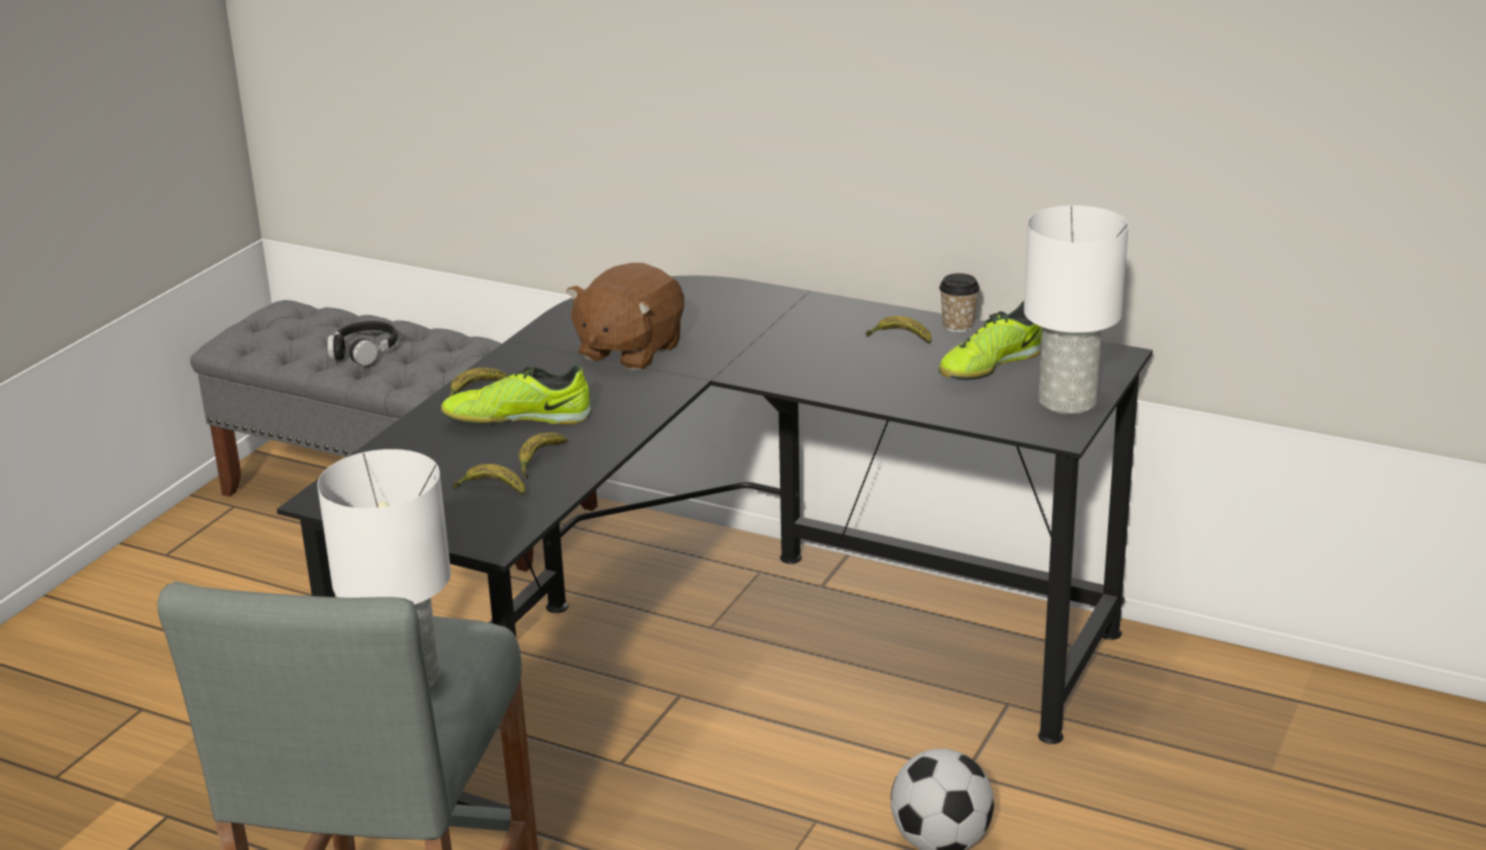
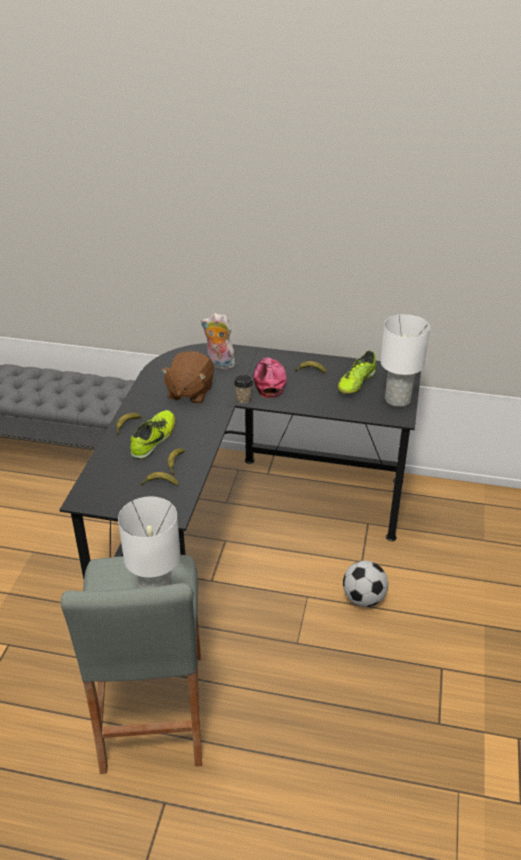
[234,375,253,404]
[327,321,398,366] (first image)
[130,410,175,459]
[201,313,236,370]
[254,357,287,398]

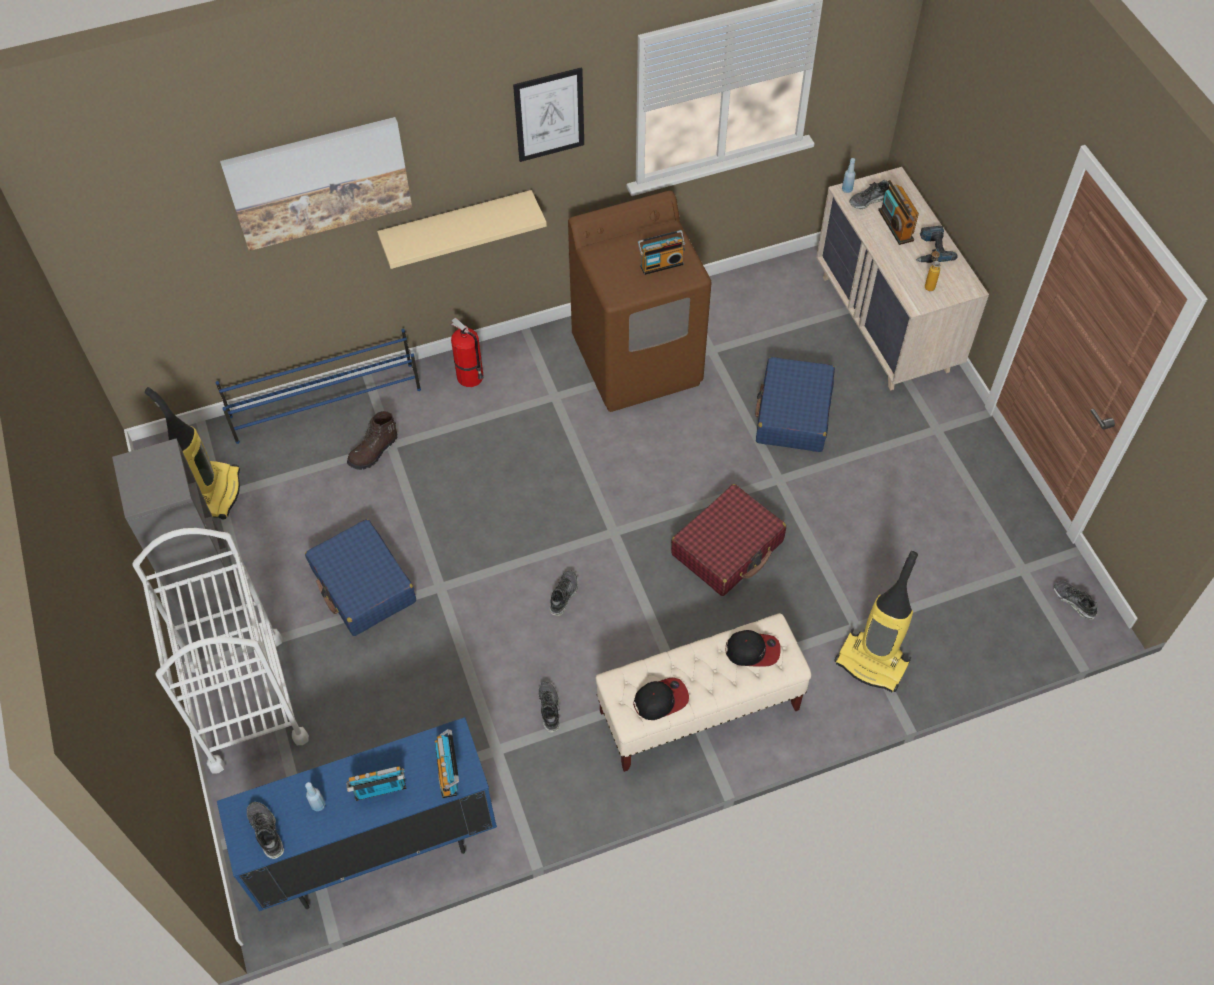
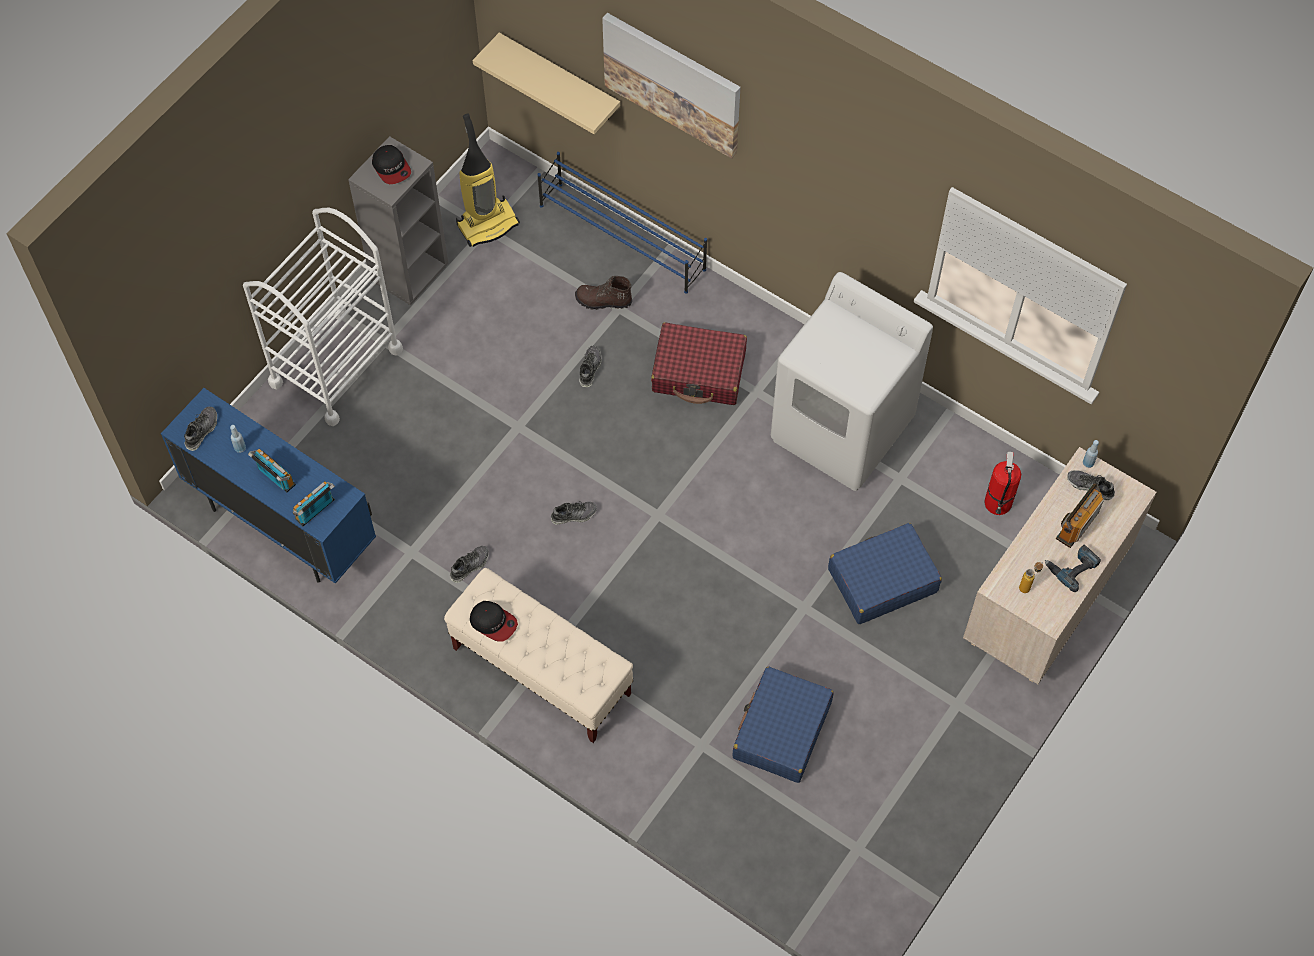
[513,67,584,162] (first image)
[473,33,620,134]
[771,272,933,491]
[638,230,685,275] (first image)
[984,452,1021,515]
[651,322,747,405]
[732,667,834,783]
[834,551,918,692] (first image)
[579,346,602,387]
[372,145,411,184]

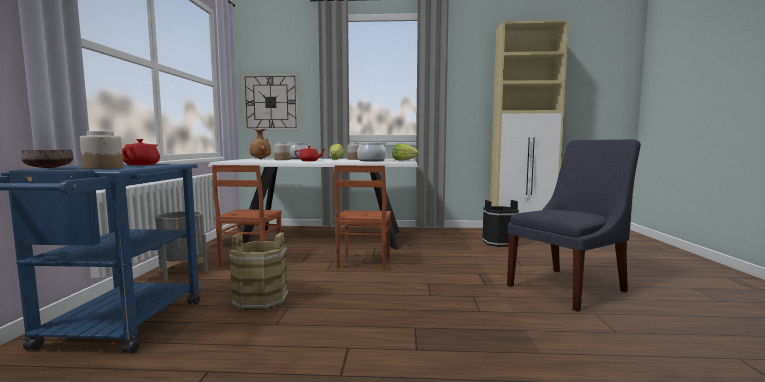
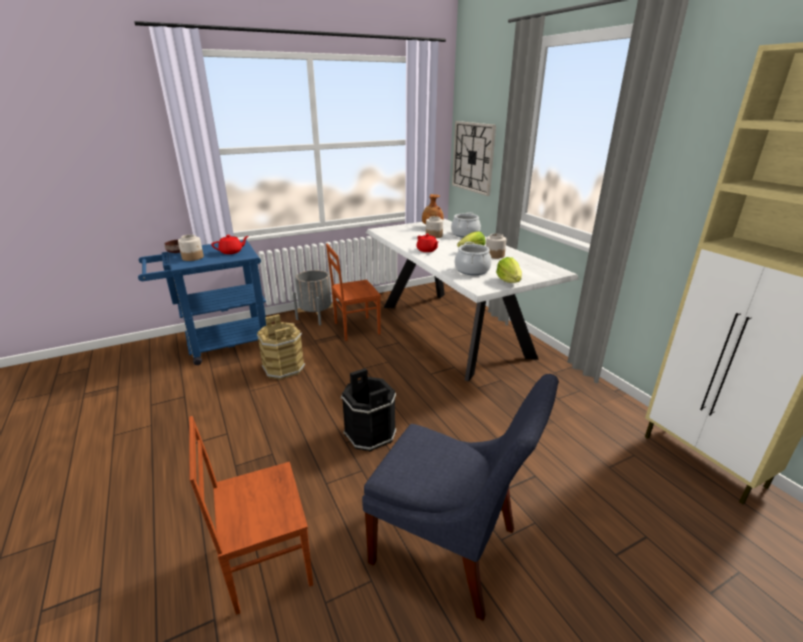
[189,416,313,615]
[341,368,396,452]

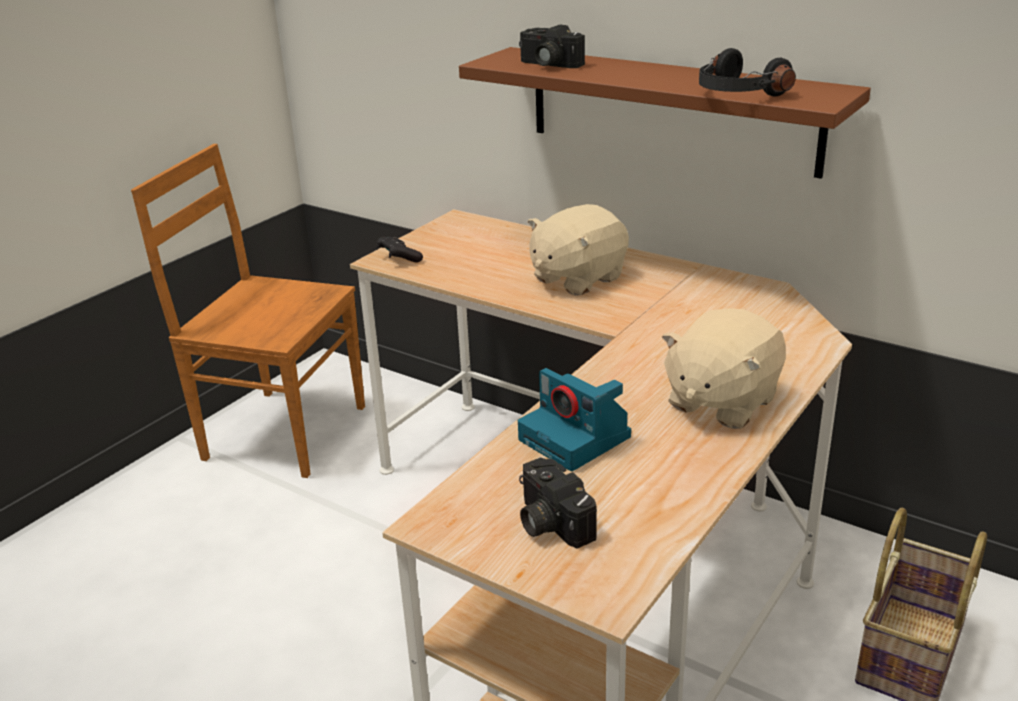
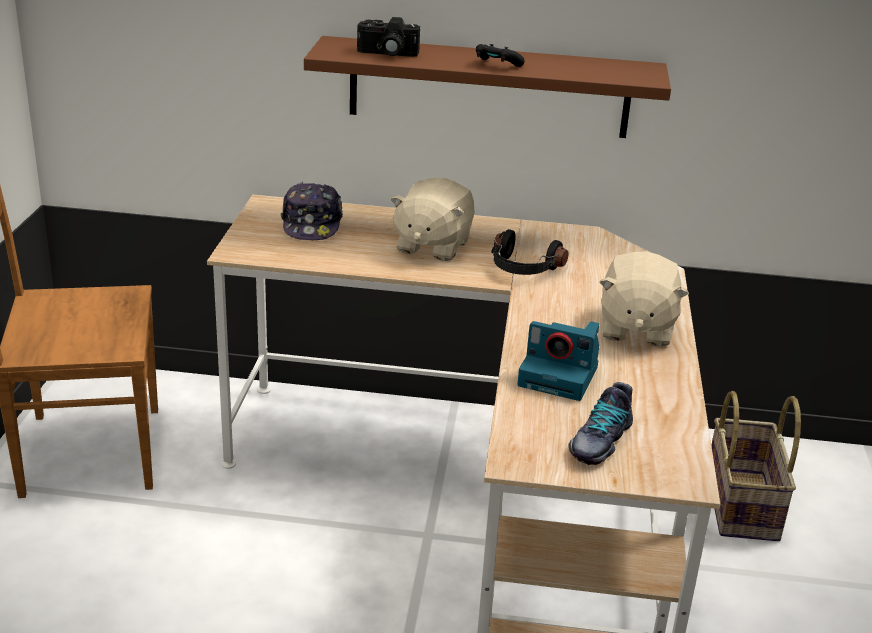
[491,229,569,275]
[476,44,525,67]
[569,382,633,465]
[281,182,343,240]

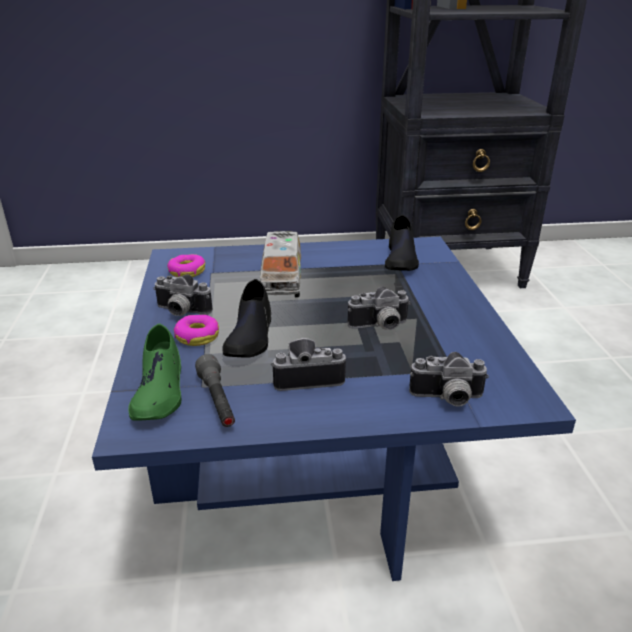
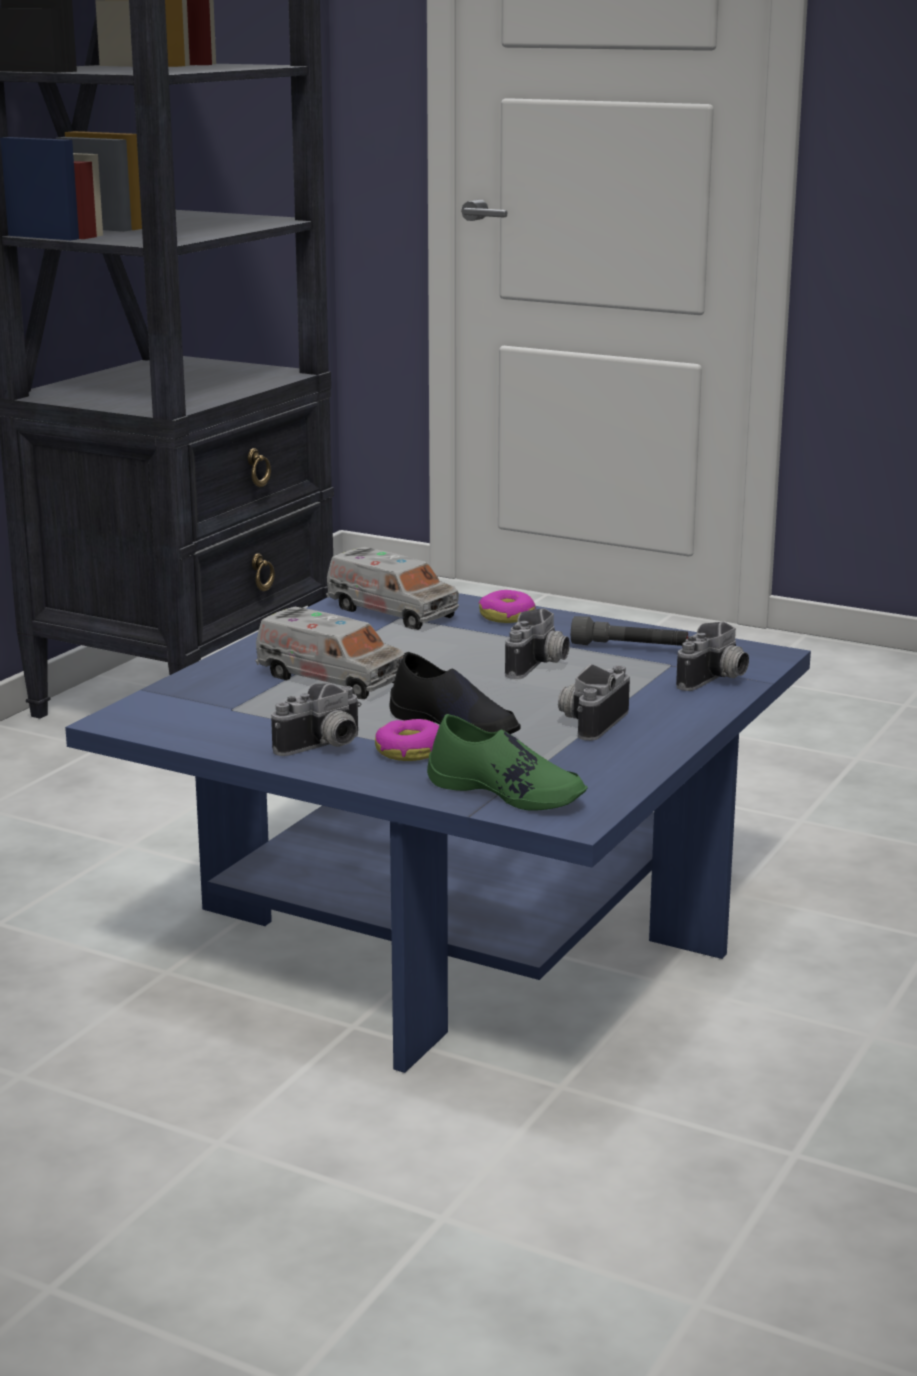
[326,547,459,630]
[478,590,536,623]
[571,616,688,646]

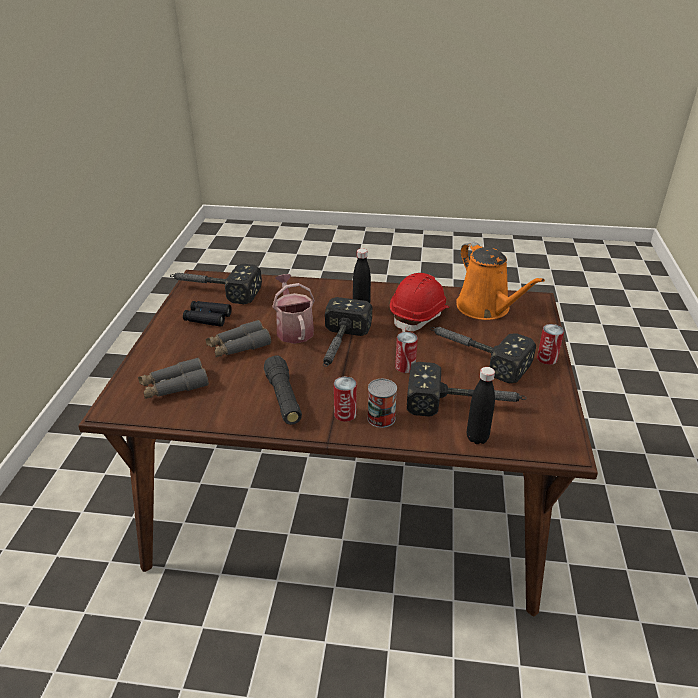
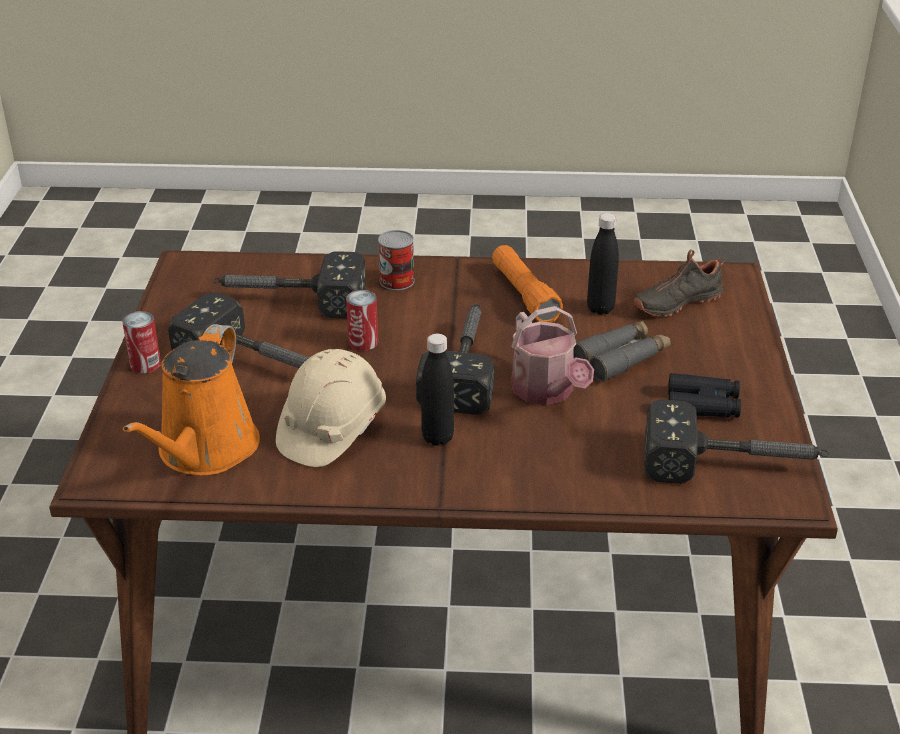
[123,324,260,476]
[276,349,386,467]
[492,245,563,323]
[633,249,725,317]
[587,213,619,315]
[334,377,357,422] (first image)

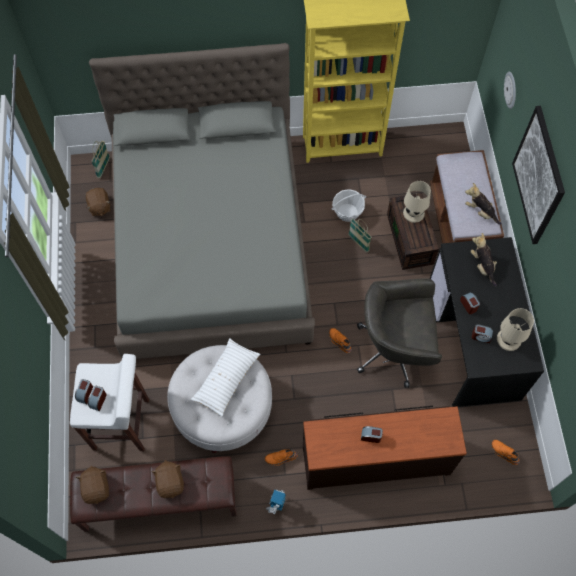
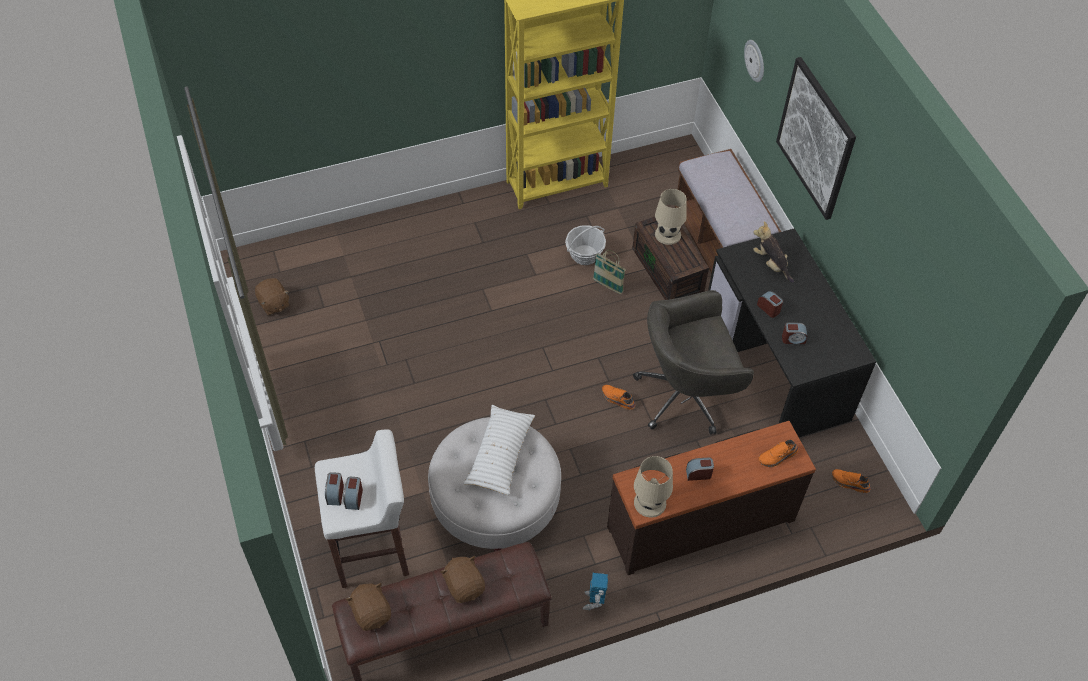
[89,43,315,359] (first image)
[91,141,110,178] (first image)
[465,183,502,225] (first image)
[634,456,673,517]
[758,440,798,467]

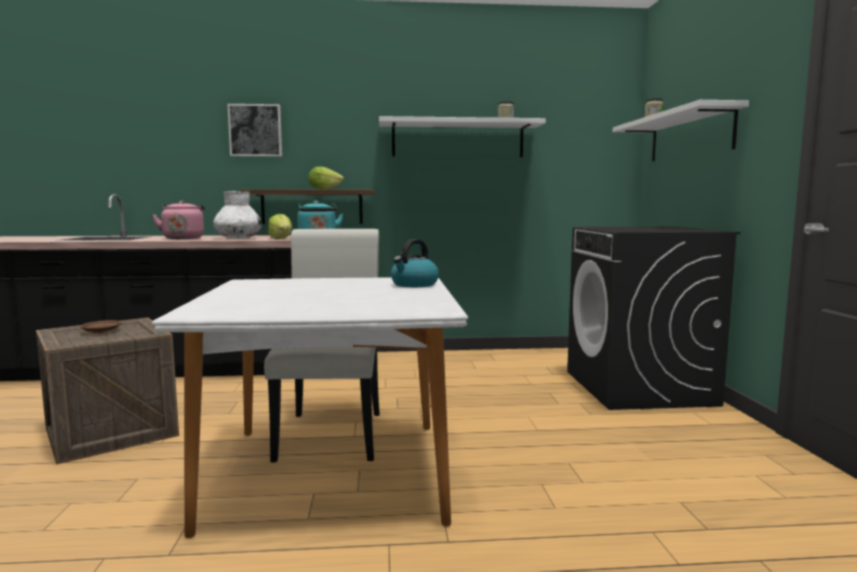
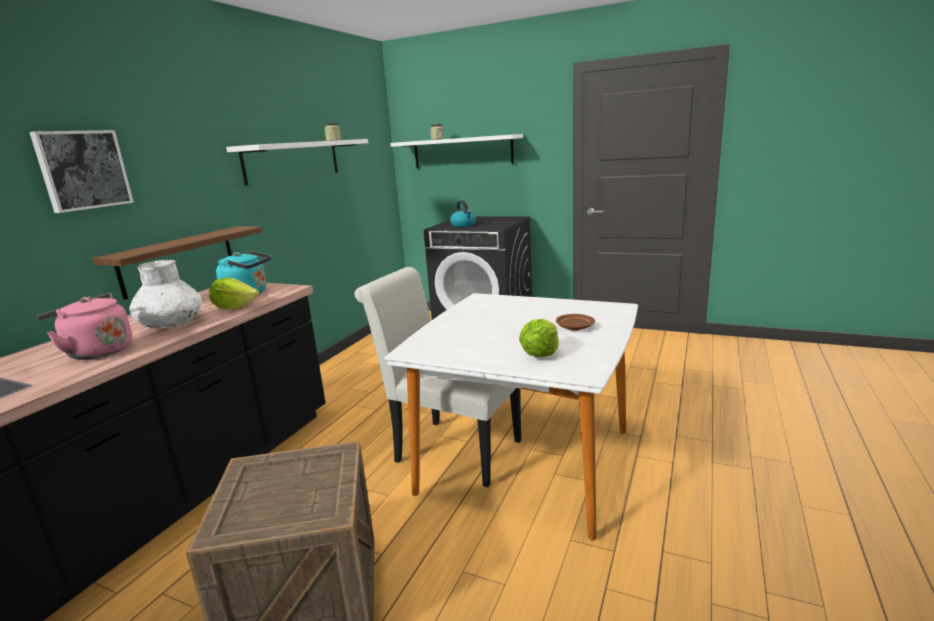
[519,319,559,357]
[450,200,476,227]
[556,314,595,331]

